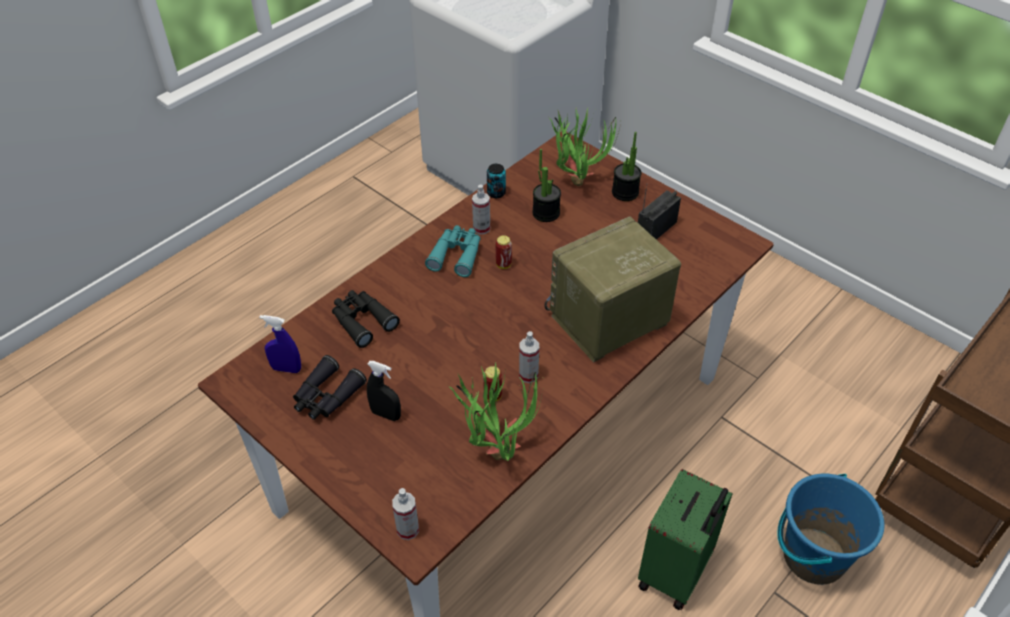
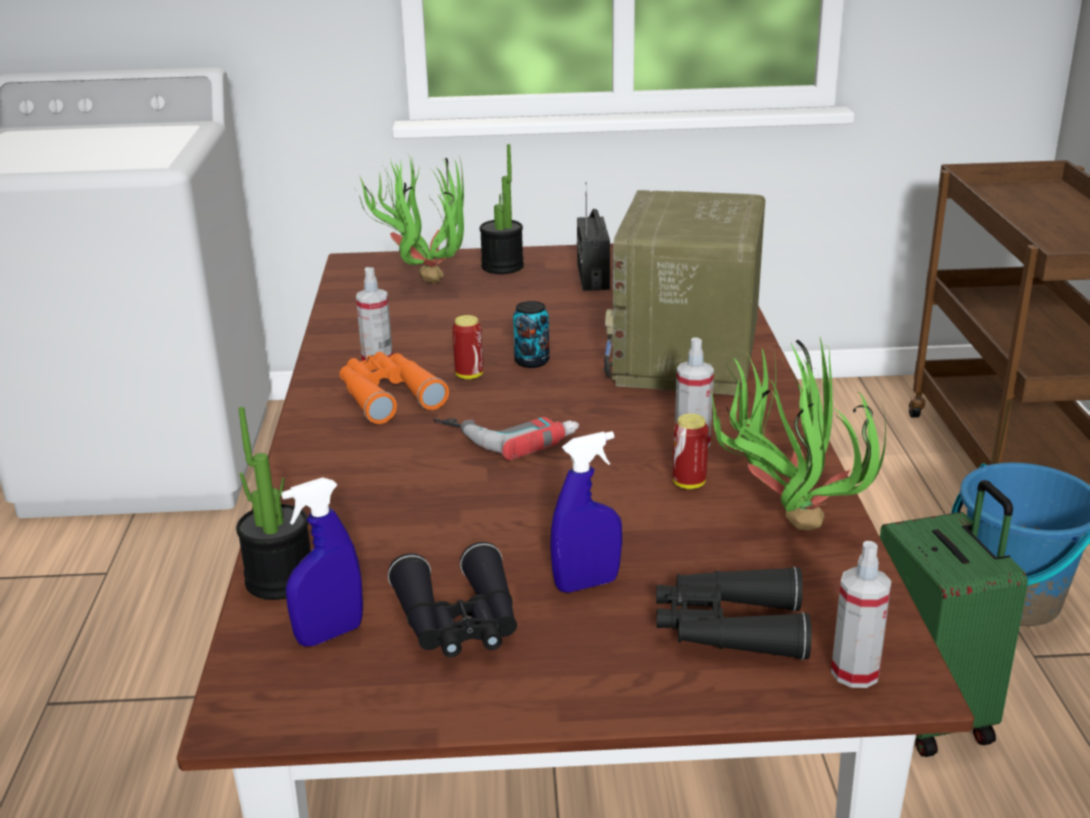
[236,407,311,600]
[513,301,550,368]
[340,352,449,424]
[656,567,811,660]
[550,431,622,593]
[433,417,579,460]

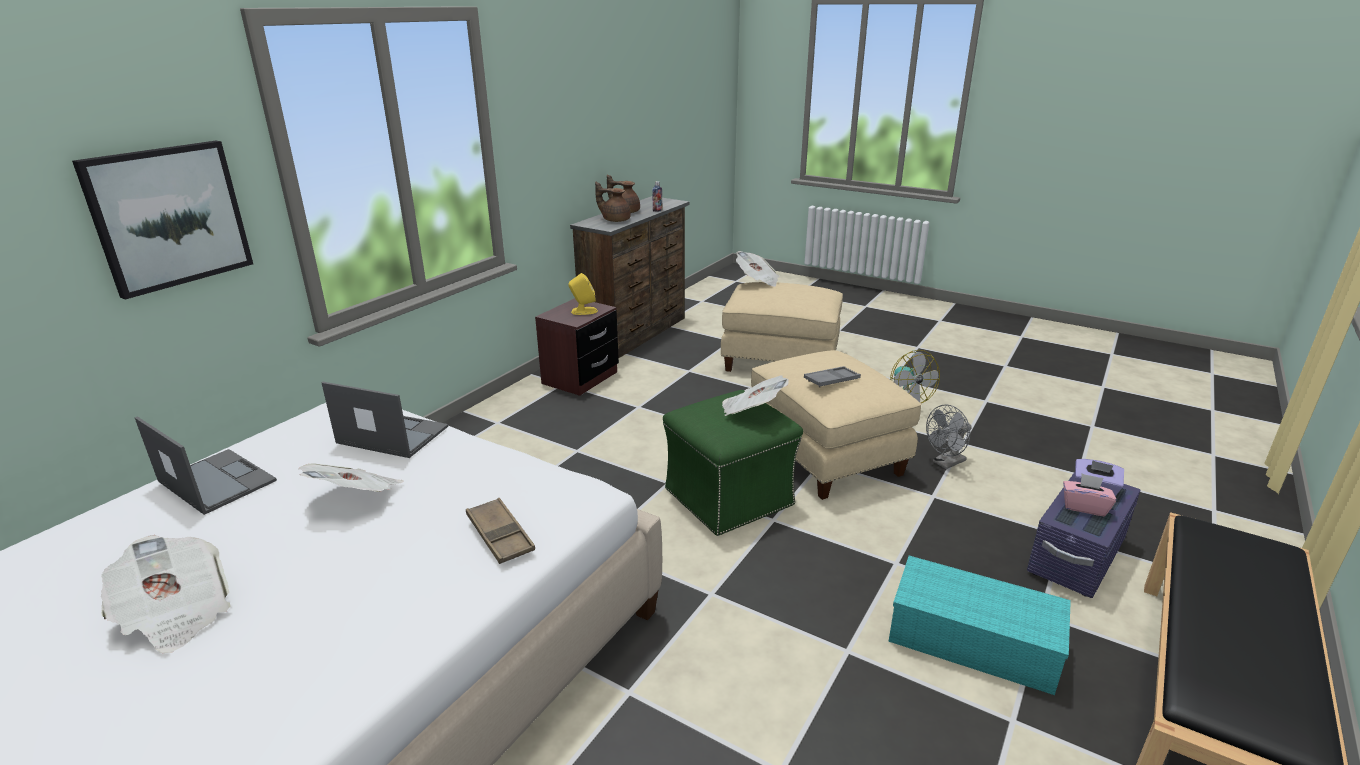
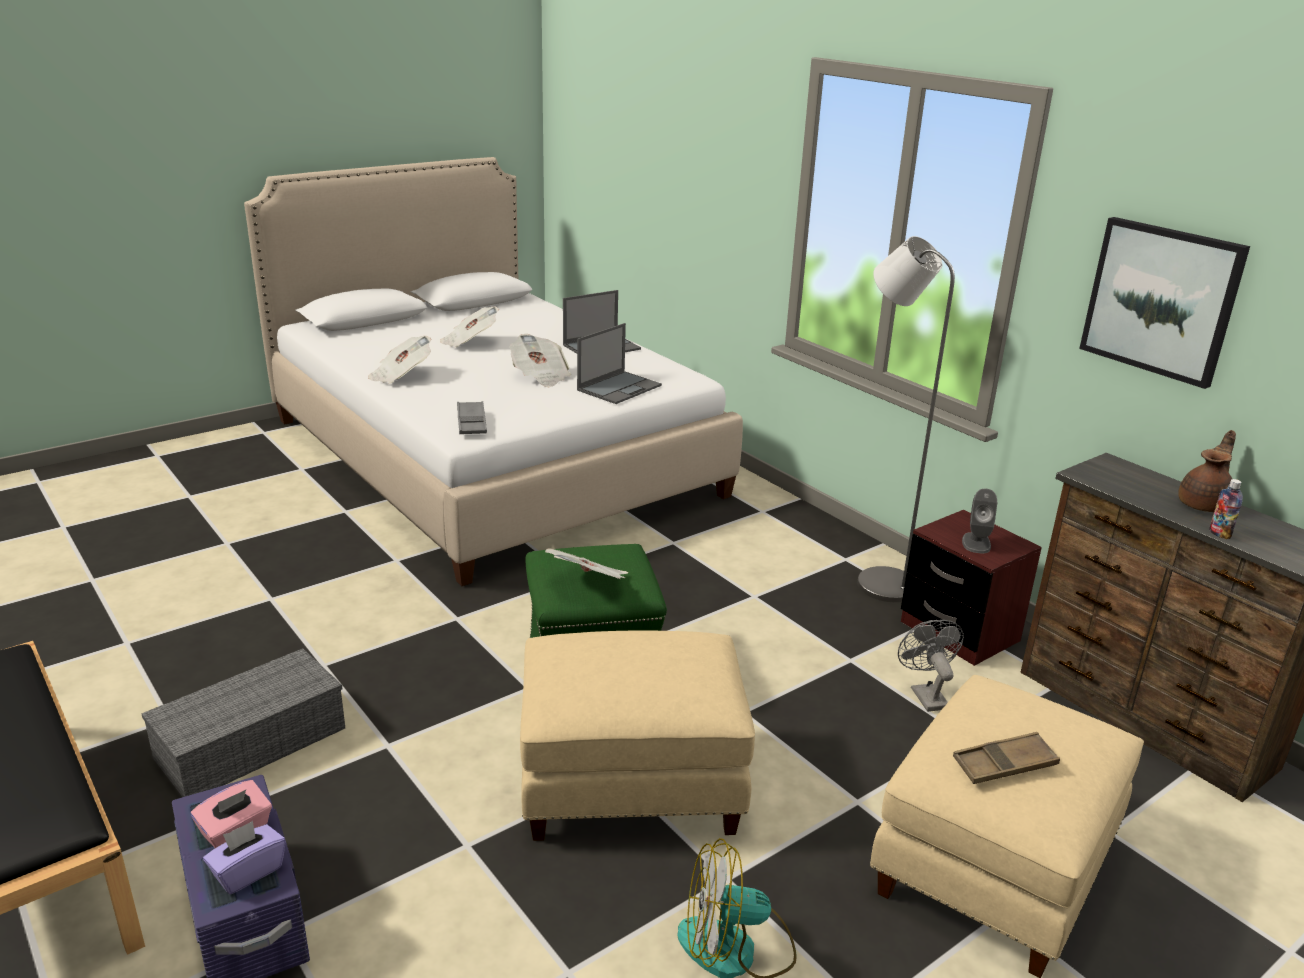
[1079,217,1250,389]
[595,182,631,222] (first image)
[368,336,432,384]
[962,489,997,553]
[457,401,487,434]
[898,620,964,712]
[953,732,1060,784]
[142,648,345,797]
[857,236,955,602]

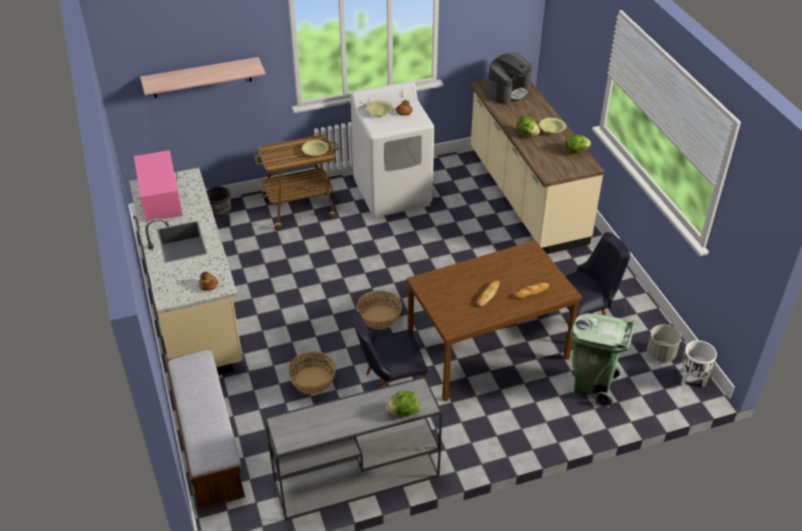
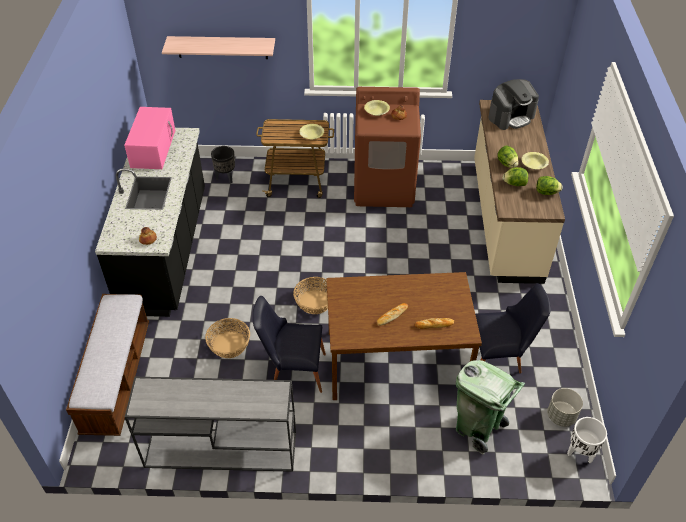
[354,87,421,207]
[95,128,205,317]
[503,167,528,186]

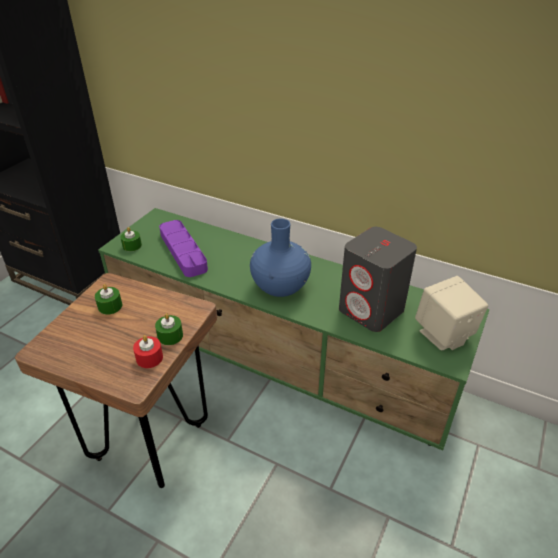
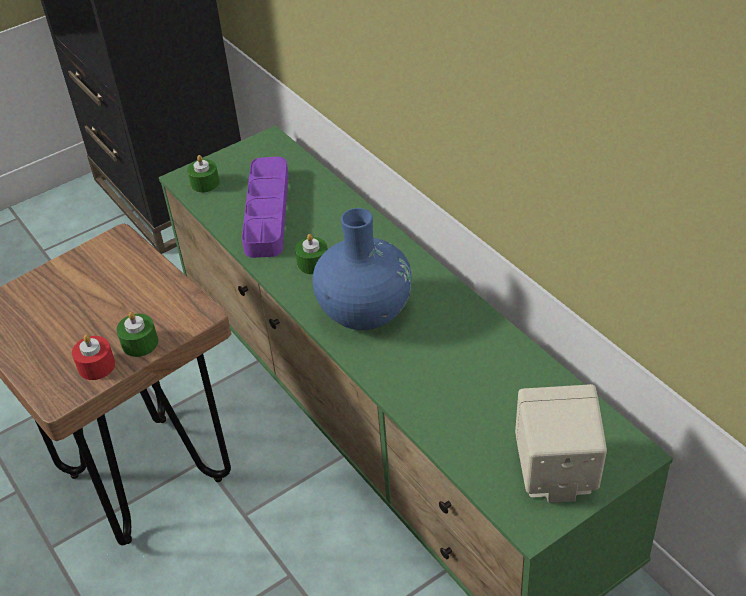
[339,227,417,332] (first image)
[295,234,328,274]

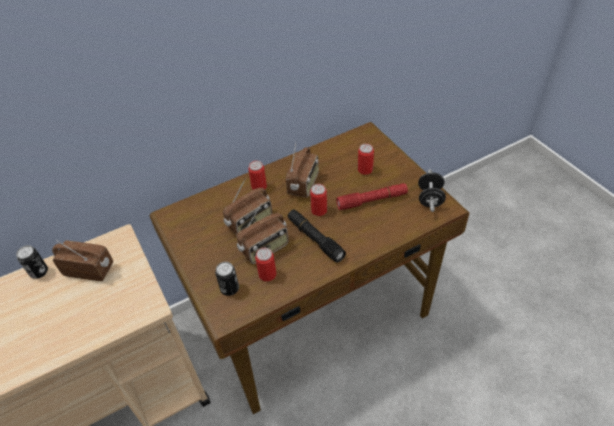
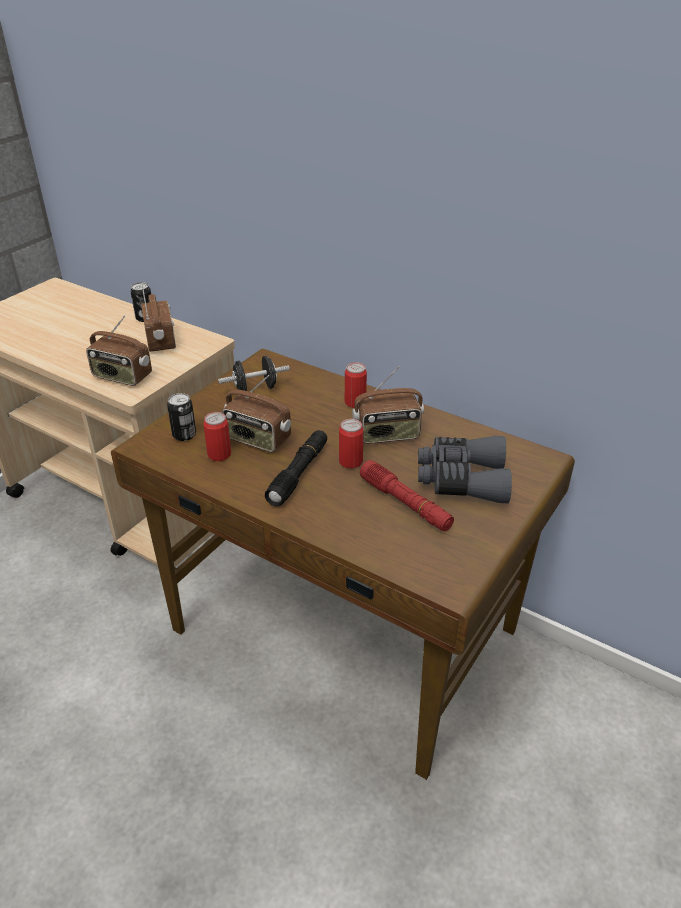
[418,436,512,504]
[218,356,290,391]
[86,315,152,386]

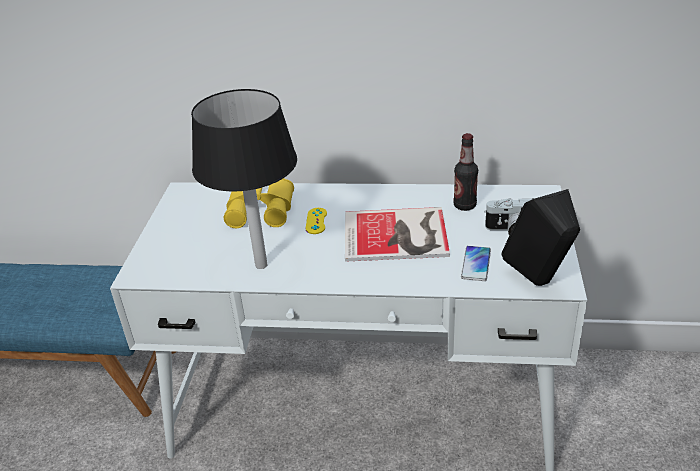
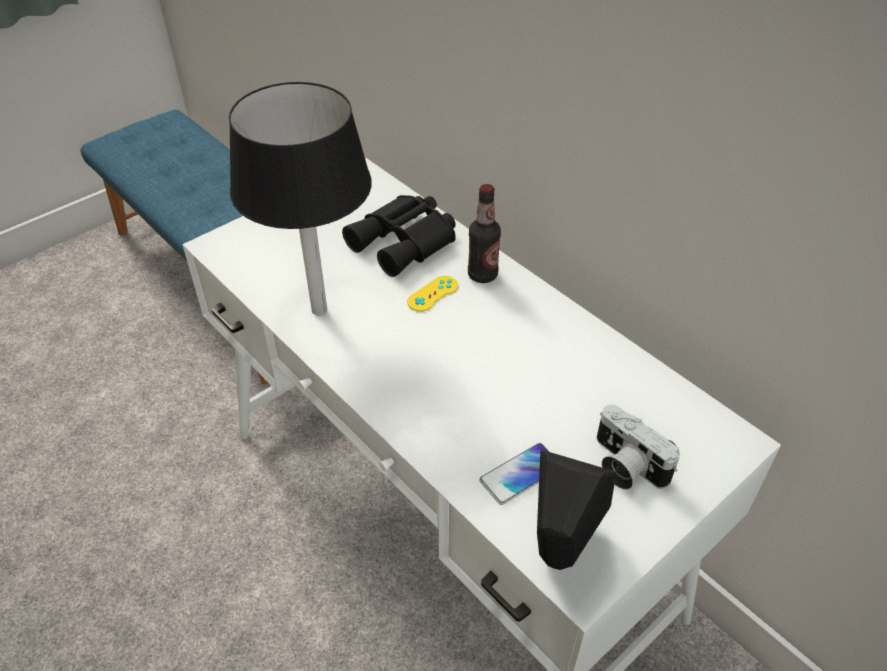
[468,184,501,283]
[342,195,456,277]
[345,207,450,262] (first image)

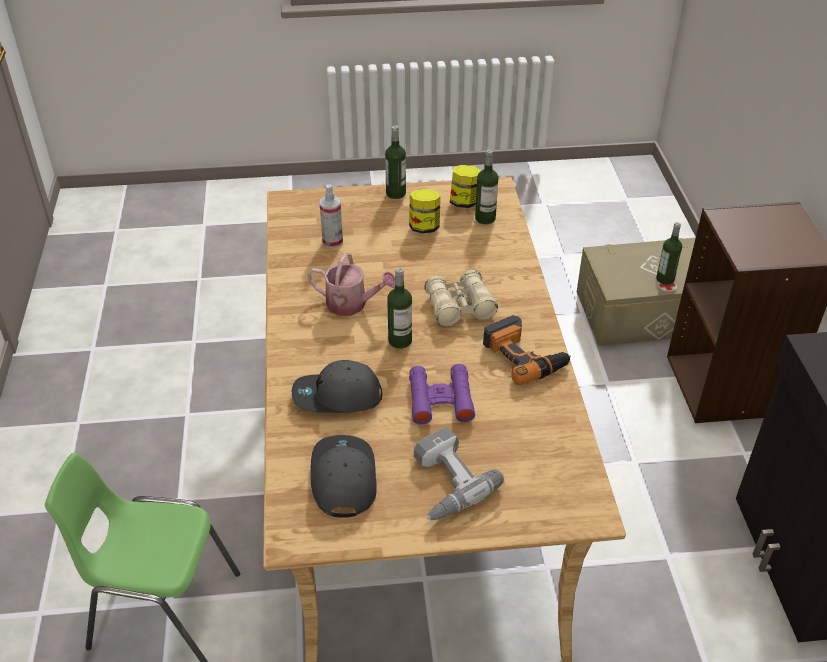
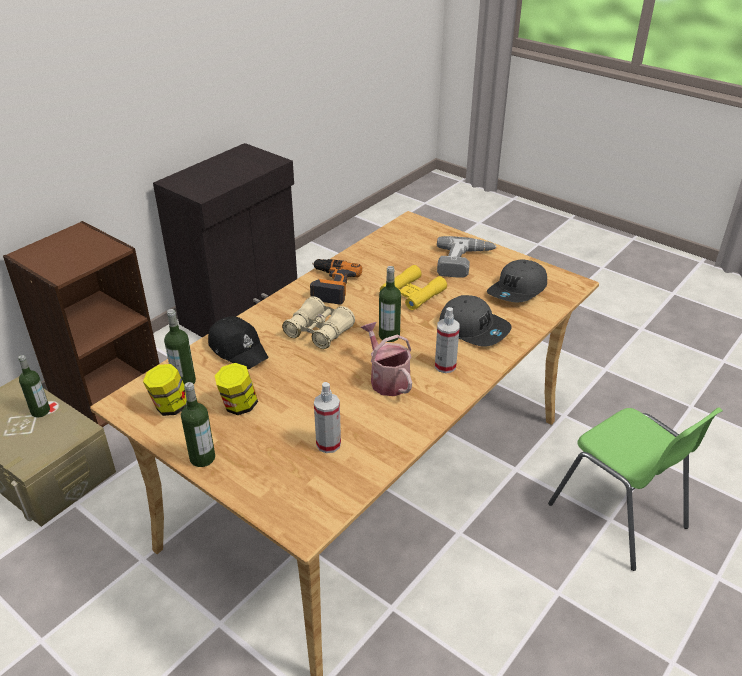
[380,265,447,310]
[435,307,460,373]
[208,316,269,369]

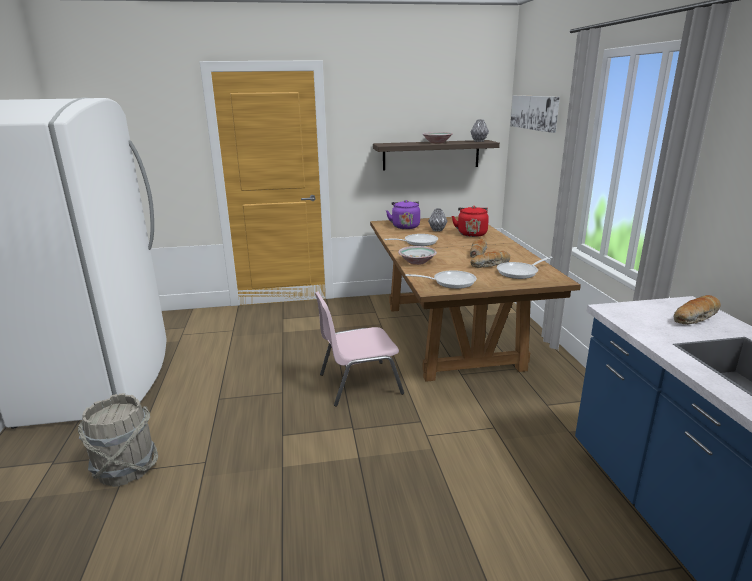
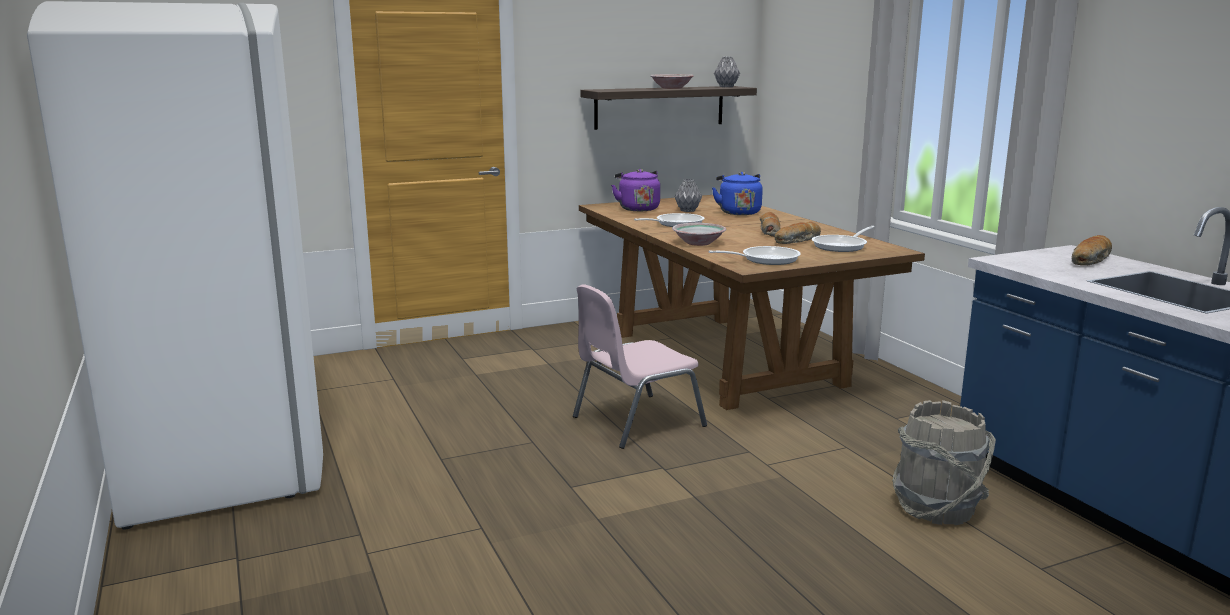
[510,95,560,133] (first image)
[712,172,763,215]
[892,400,996,525]

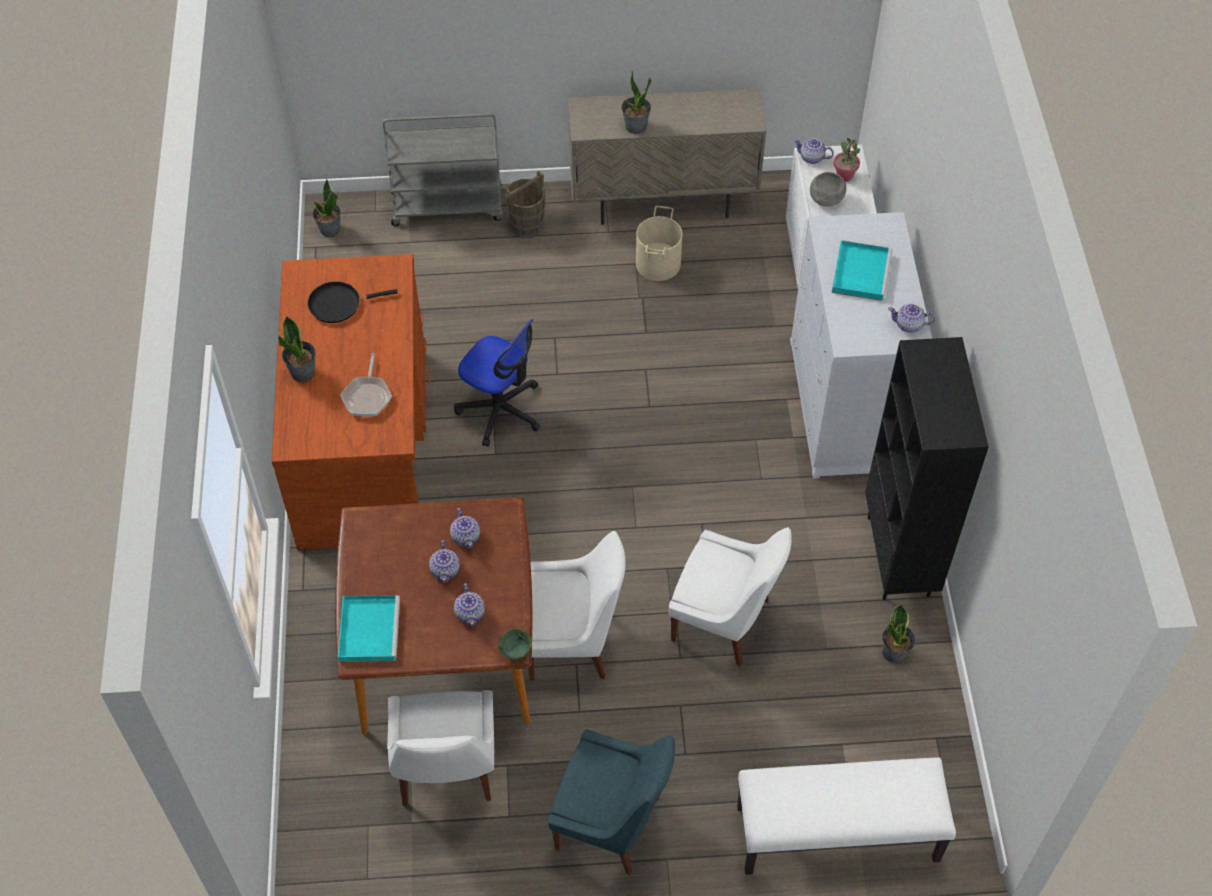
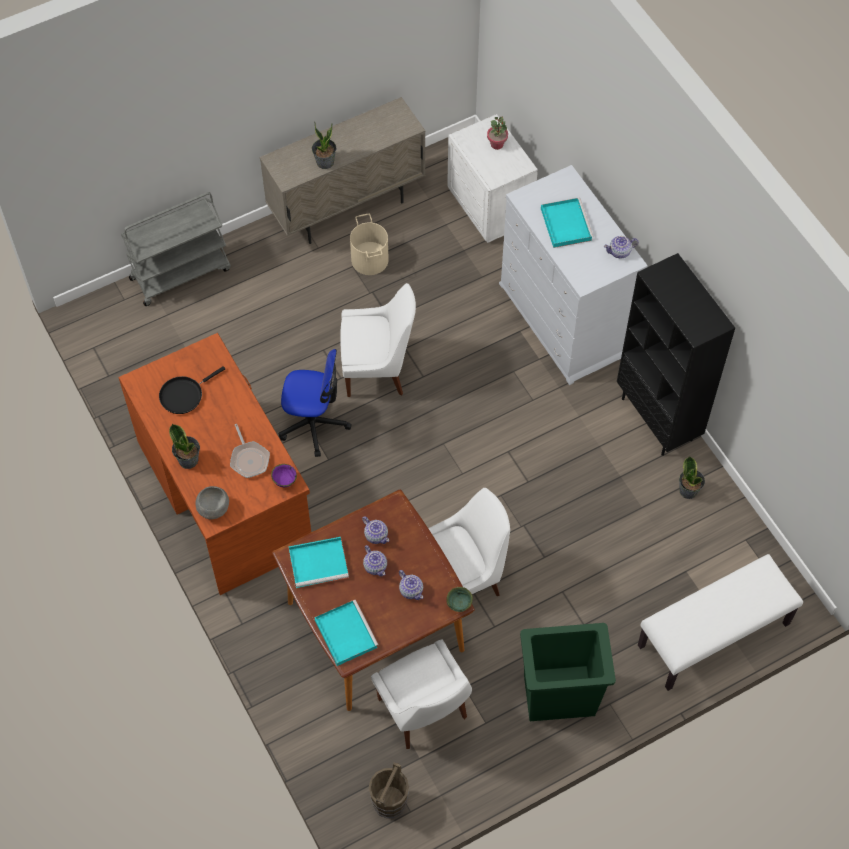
[794,138,834,164] (first image)
[369,762,409,818]
[195,486,229,519]
[312,179,341,237] (first image)
[340,283,416,397]
[520,623,616,721]
[271,464,297,487]
[288,537,349,588]

